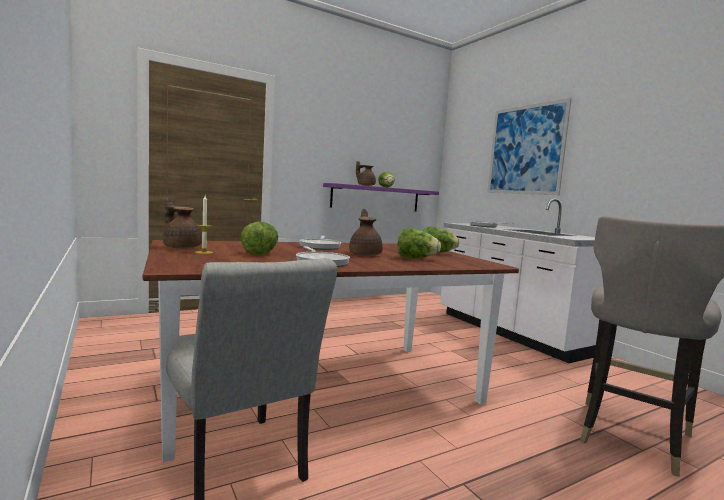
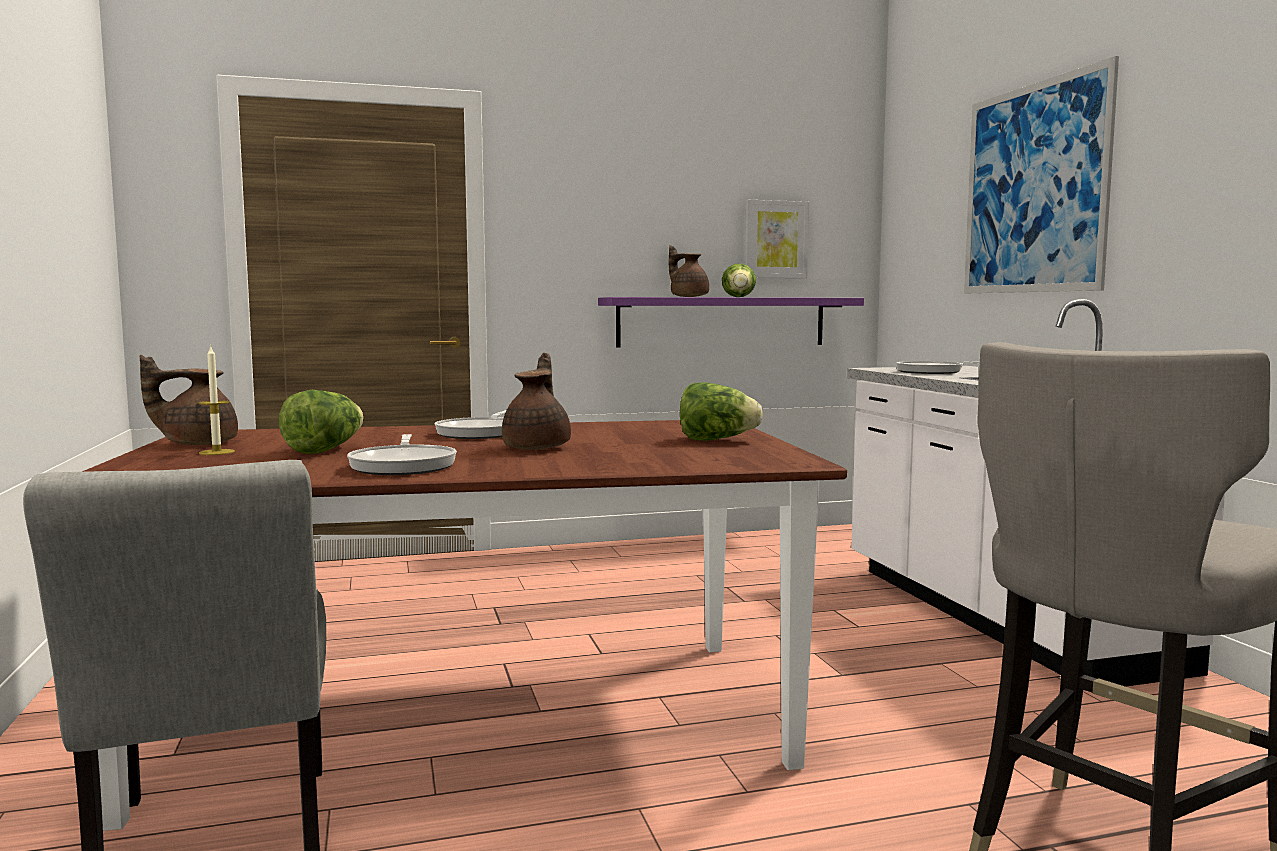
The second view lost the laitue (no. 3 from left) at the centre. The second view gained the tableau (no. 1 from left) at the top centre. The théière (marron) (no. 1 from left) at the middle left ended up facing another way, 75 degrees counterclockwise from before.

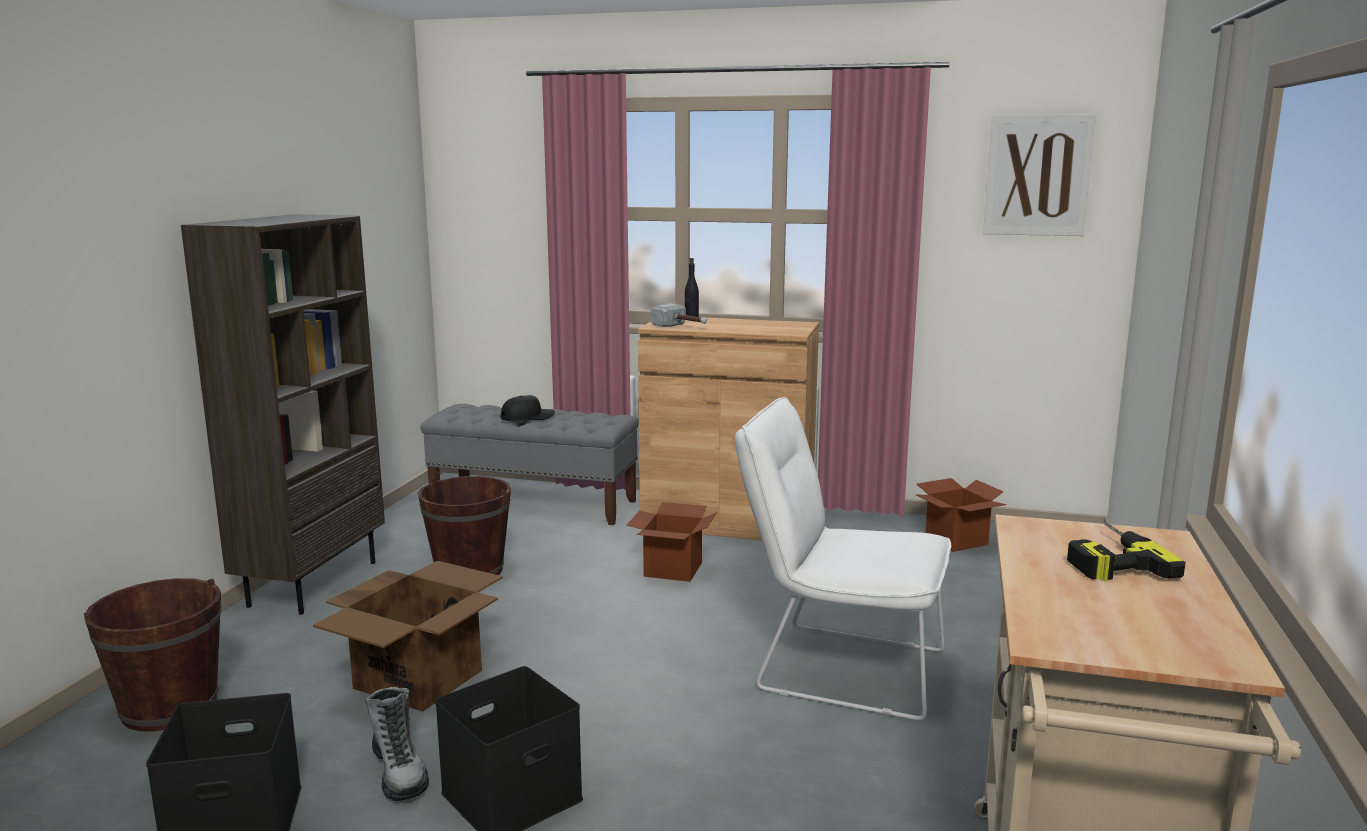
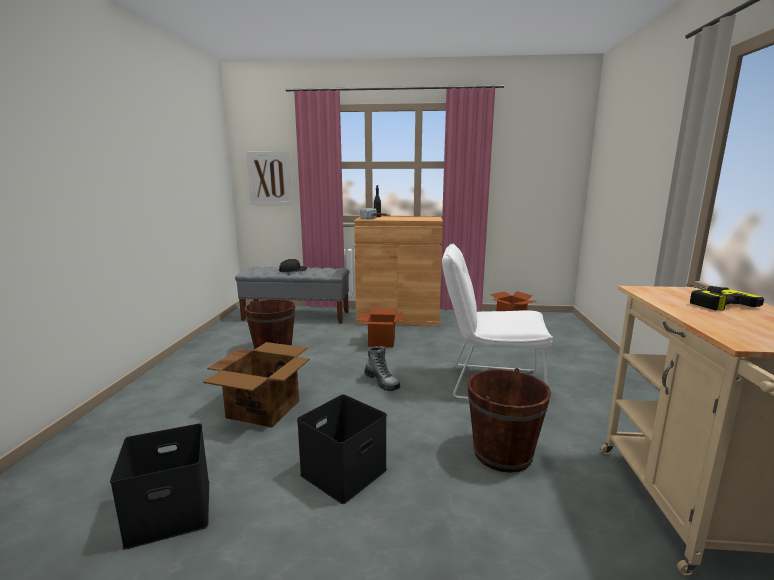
The second view lost the bibliothèque (marron) at the middle left. The seau (marron) (no. 1 from left in the first image) ended up elsewhere, having gone from the bottom left to the bottom centre. The botte ended up elsewhere, having gone from the bottom left to the centre. The tableau ended up elsewhere, having gone from the top right to the top centre.

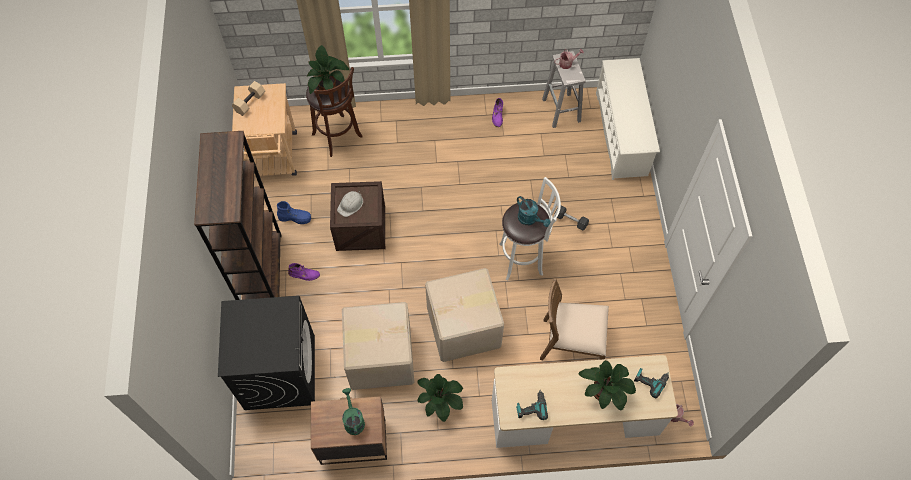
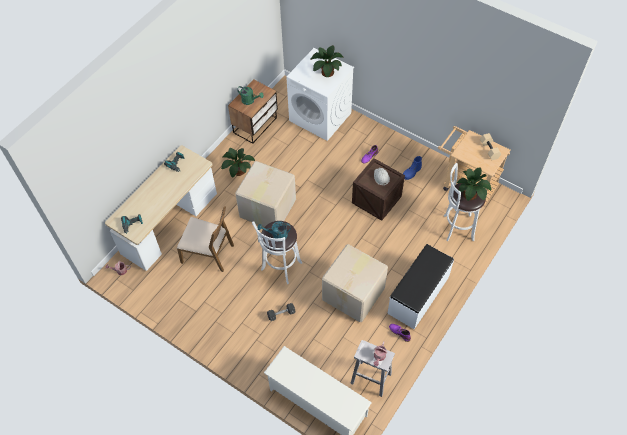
The second view lost the bibliothèque (marron) at the middle left. The second view gained the banc (blanc) at the middle right. The carton (no. 1 from left in the first image) ended up elsewhere, having gone from the bottom centre to the centre. The plante en pot (no. 3 from left in the first image) ended up elsewhere, having gone from the bottom centre to the top centre. What was the lave-linge (noir) at the bottom left turned into the lave-linge (blanc) at the top centre. What was the tabouret (marron) at the top centre turned into the tabouret (blanc) (no. 3 from left) at the middle right. The chaise (marron) at the centre ended up facing another way, 60 degrees clockwise from before.

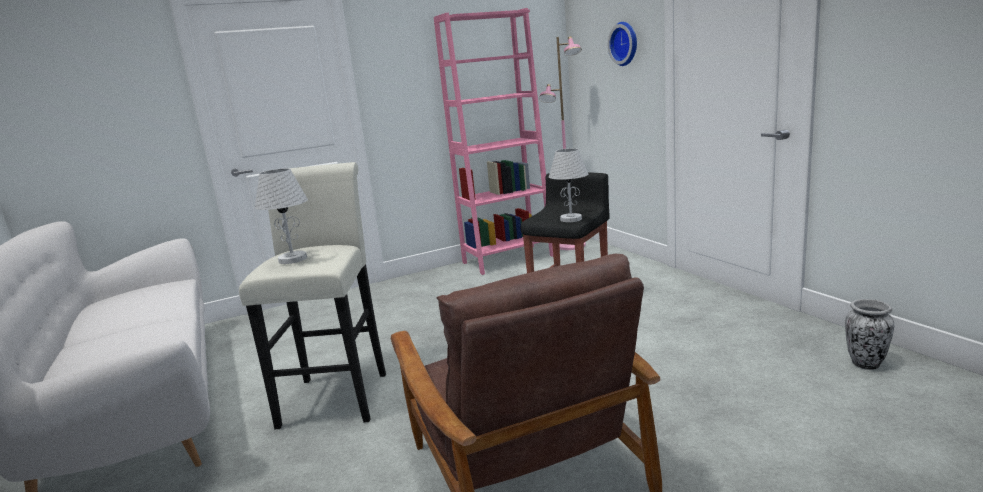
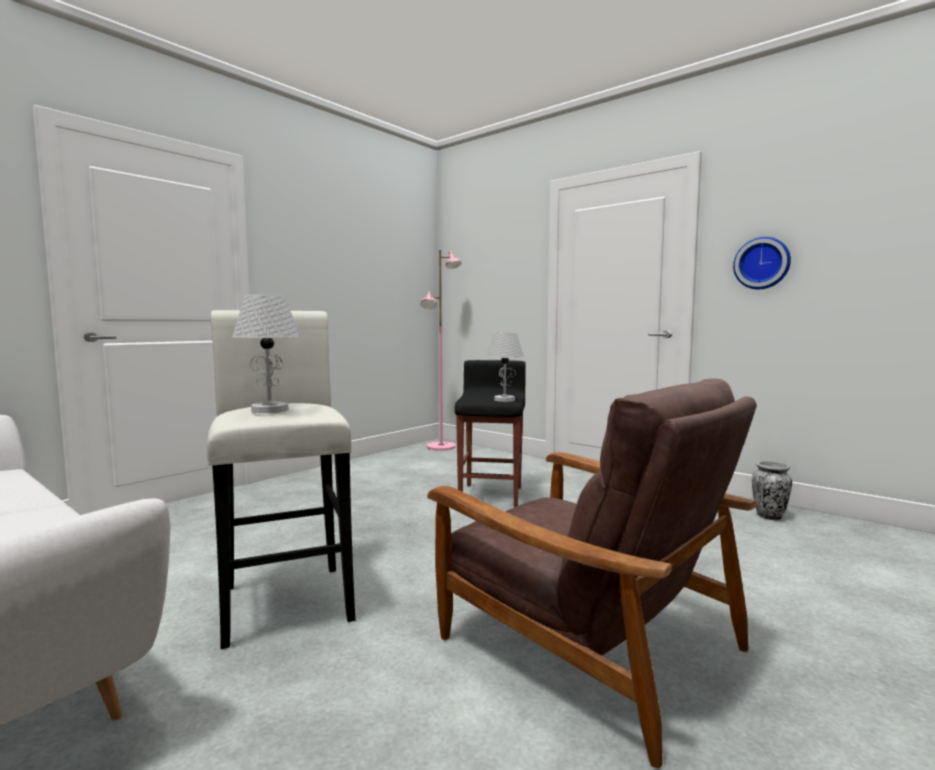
The second view lost the bibliothèque (rose) at the top centre. The horloge murale ended up elsewhere, having gone from the top centre to the middle right.

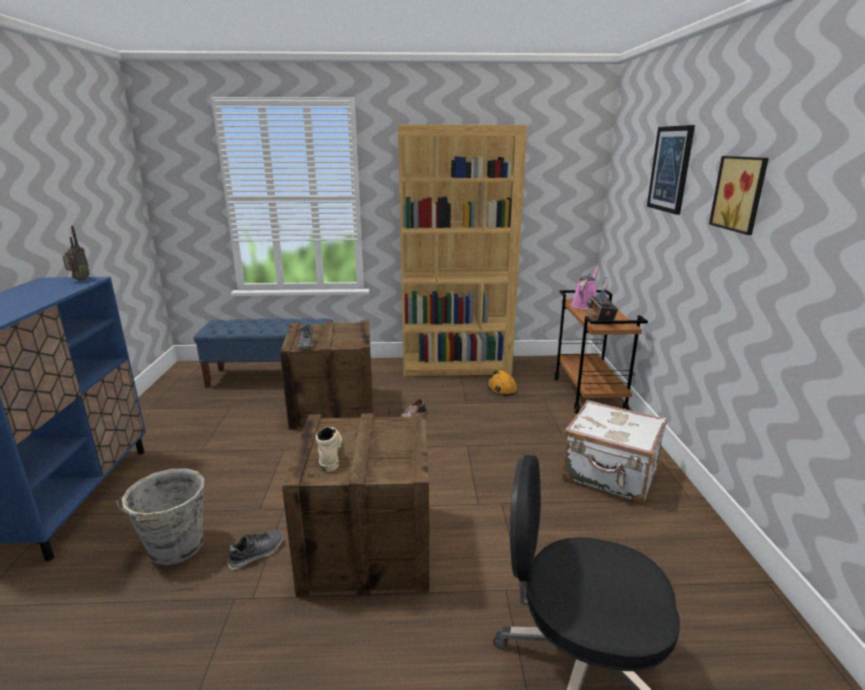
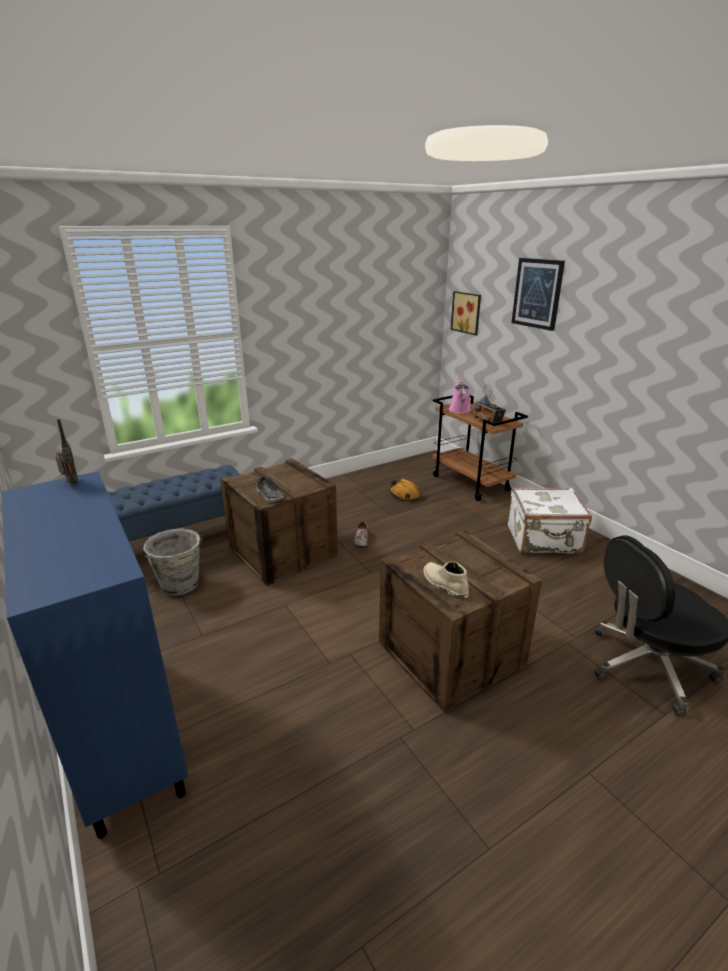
The second view lost the chaussure (no. 1 from left) at the bottom left. The second view lost the bibliothèque (marron) at the centre. The seau (gris) ended up elsewhere, having gone from the bottom left to the middle left. The tableau (no. 2 from left in the first image) ended up elsewhere, having gone from the top right to the top centre.

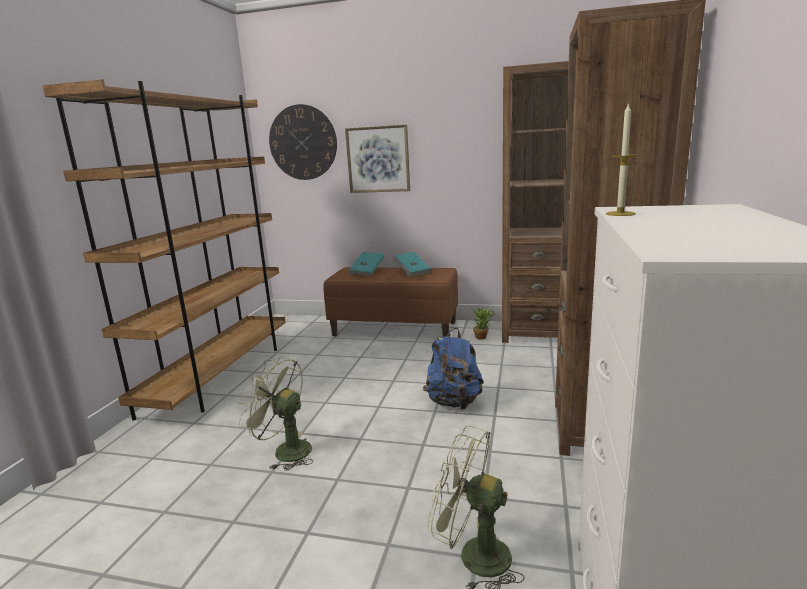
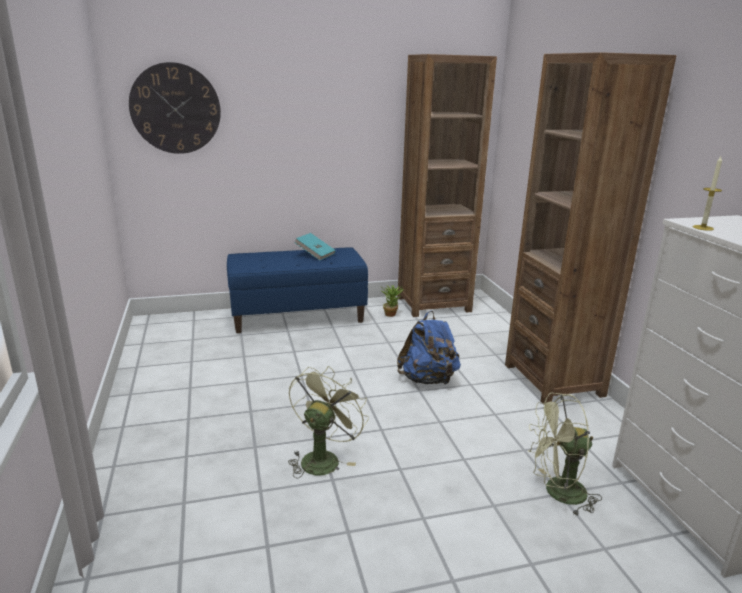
The second view lost the bibliothèque (marron) (no. 1 from left) at the middle left. The second view lost the tableau at the top centre. The second view lost the livre (turquoise) (no. 1 from left) at the centre. What was the banc (marron) at the centre turned into the banc (bleu) at the centre. The ventilateur (vert) (no. 1 from left) at the bottom centre ended up facing another way, 120 degrees clockwise from before.

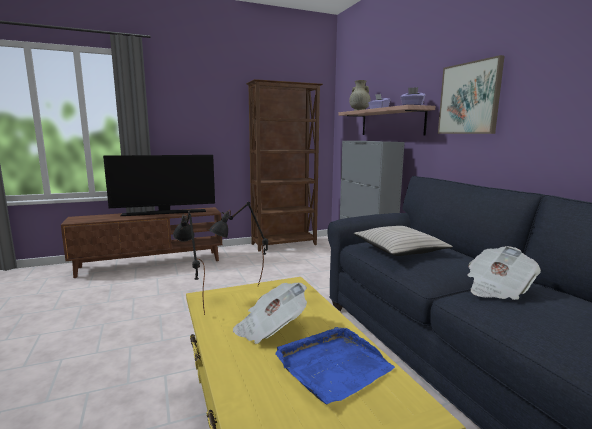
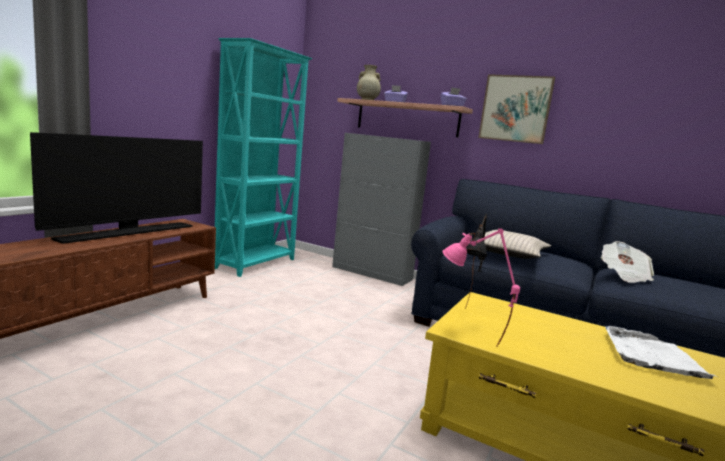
The second view lost the journal (no. 1 from left) at the bottom centre. What was the lampe de table (noir) (no. 1 from left) at the middle left turned into the lampe de table (rose) at the centre. What was the bibliothèque (marron) at the centre turned into the bibliothèque (turquoise) at the centre. What was the plateau (bleu) at the bottom centre turned into the plateau (blanc) at the bottom right.

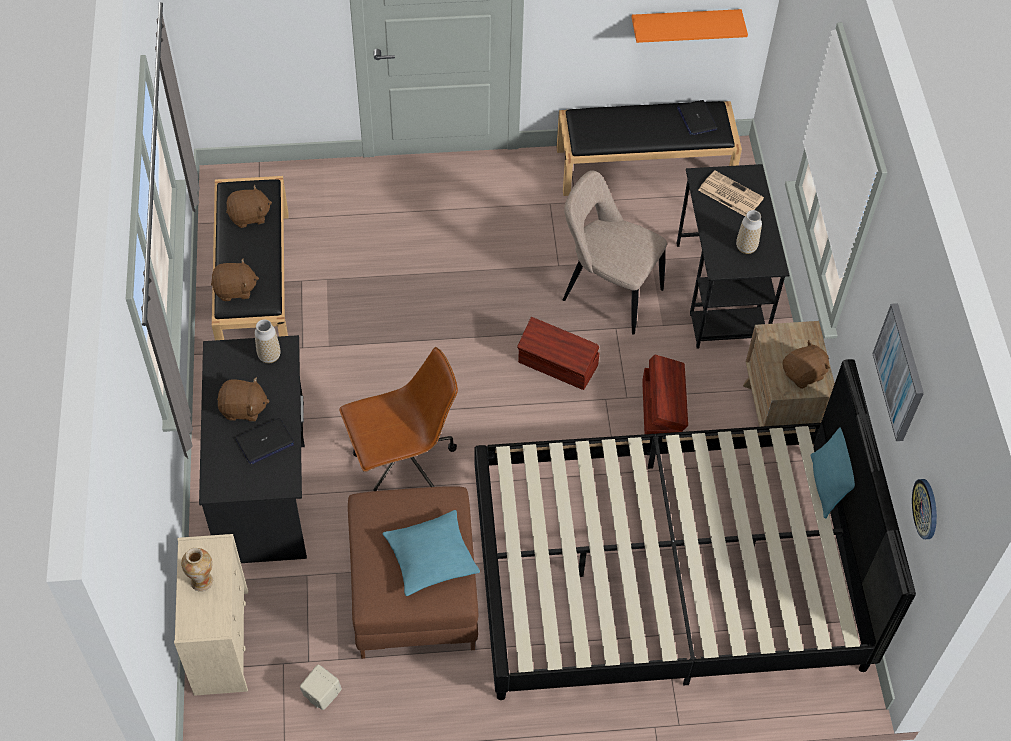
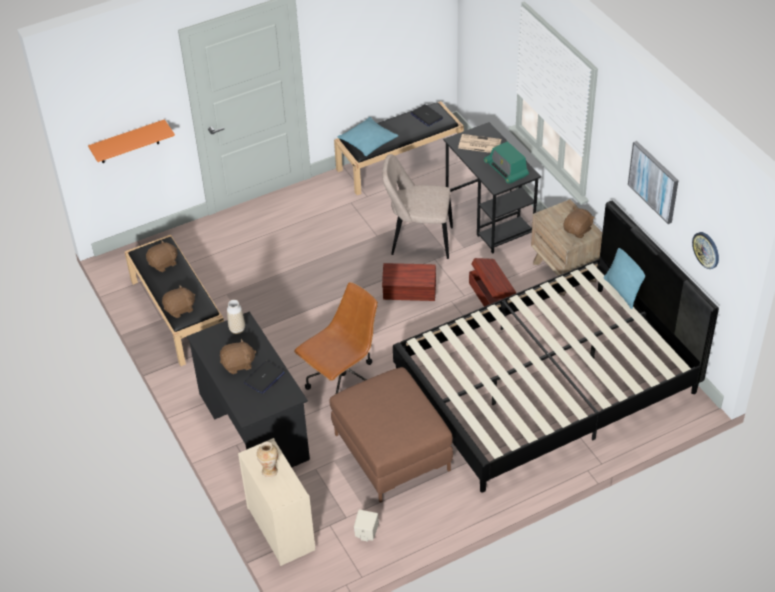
The coussin (turquoise) (no. 1 from left) ended up elsewhere, having gone from the bottom centre to the top centre. The étagère (orange) ended up elsewhere, having gone from the top right to the top left. Where the vase (no. 3 from left) stood at the top right, the radio came to stand at the top centre.

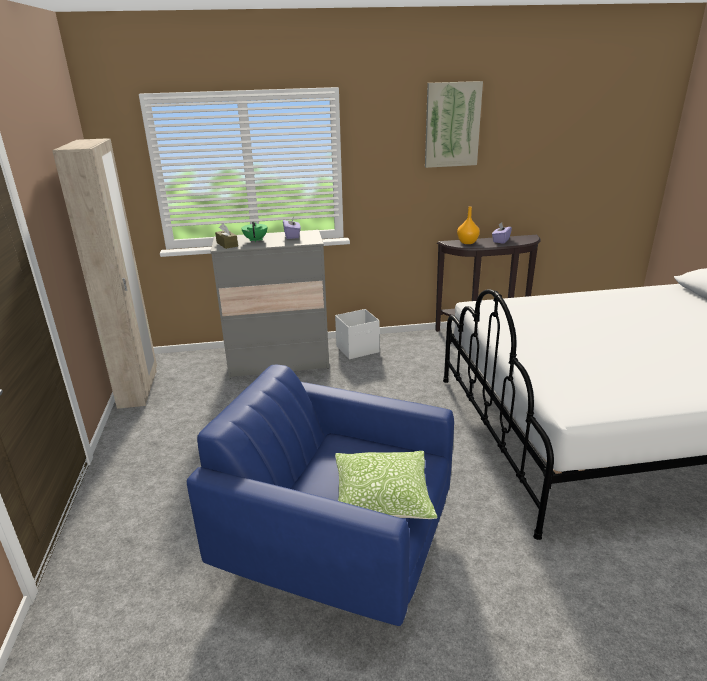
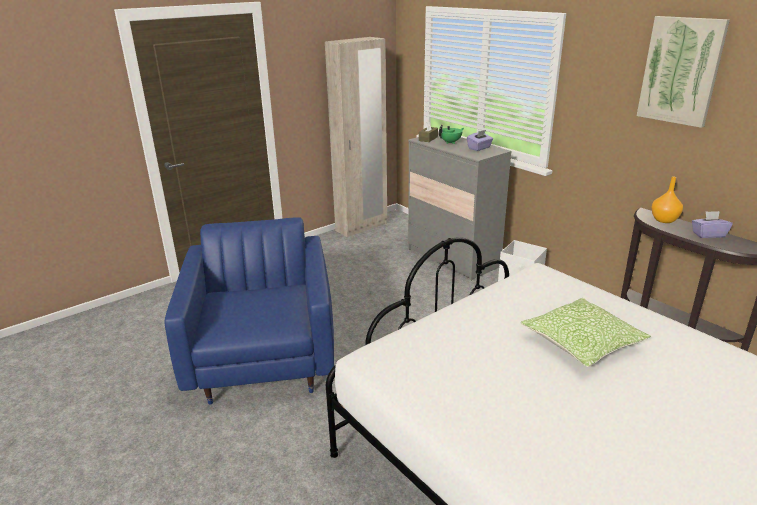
The coussin ended up elsewhere, having gone from the bottom centre to the middle right.

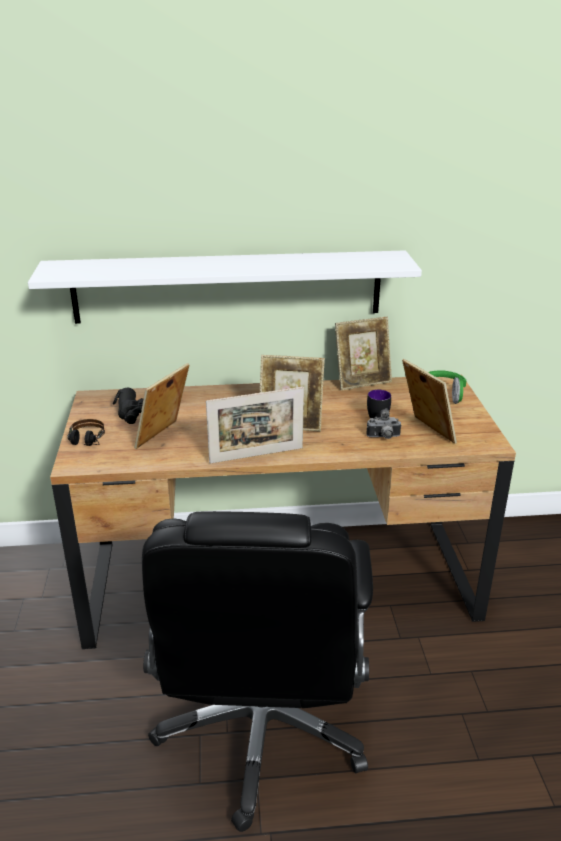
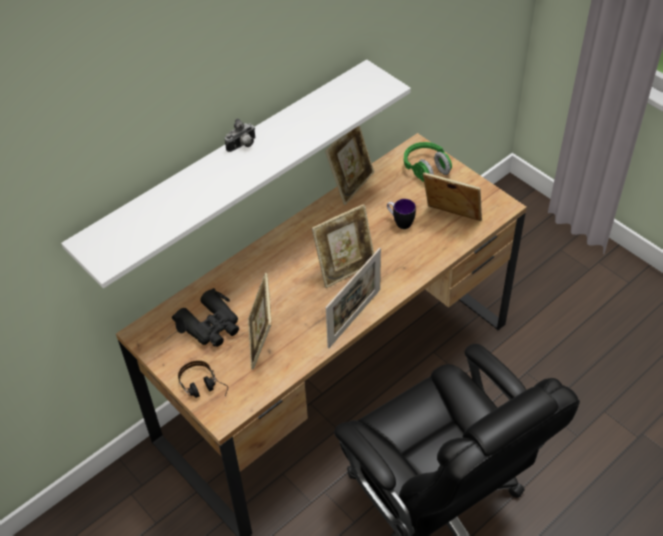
The appareil photo ended up elsewhere, having gone from the middle right to the top centre.

